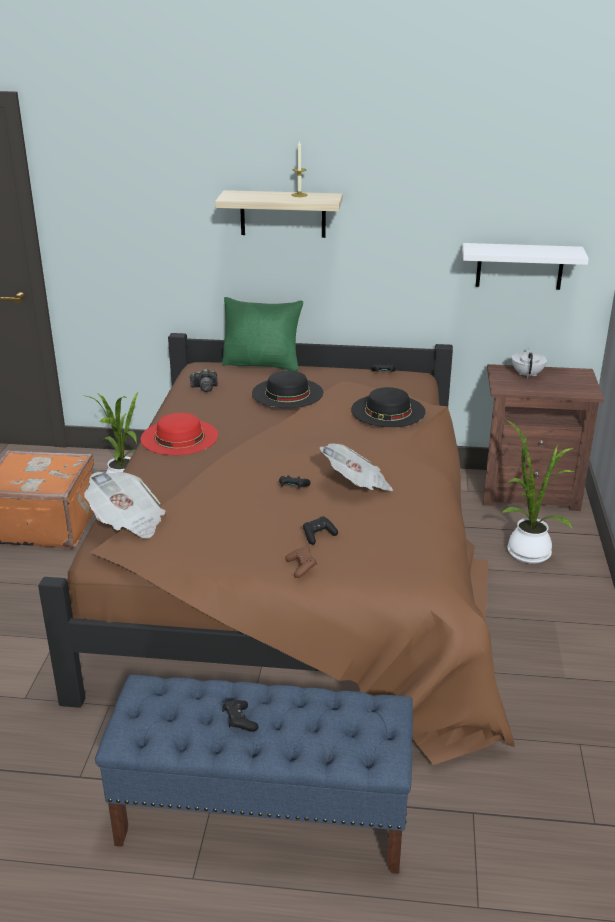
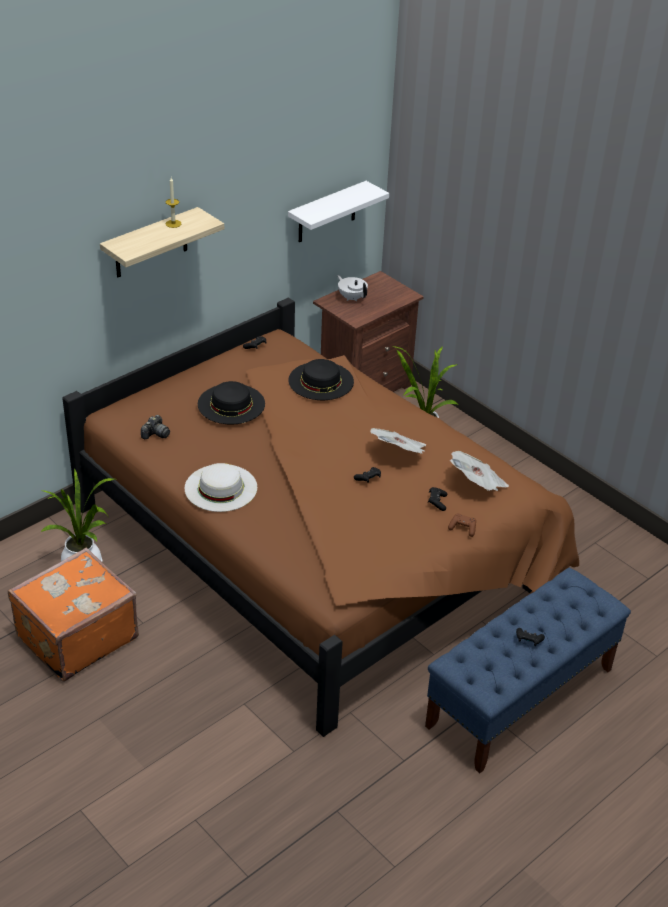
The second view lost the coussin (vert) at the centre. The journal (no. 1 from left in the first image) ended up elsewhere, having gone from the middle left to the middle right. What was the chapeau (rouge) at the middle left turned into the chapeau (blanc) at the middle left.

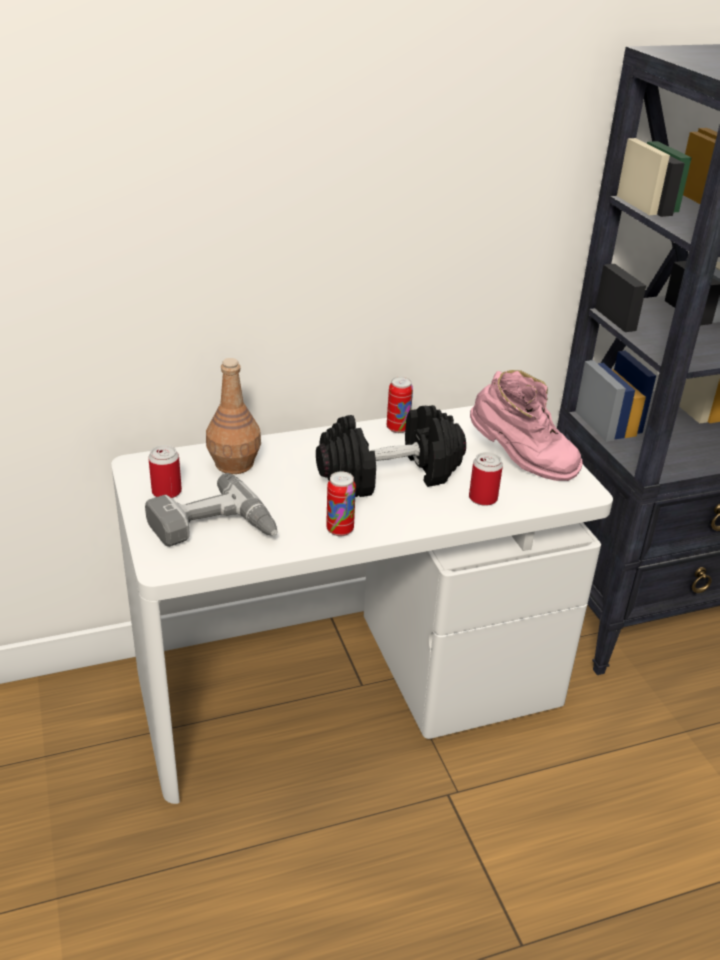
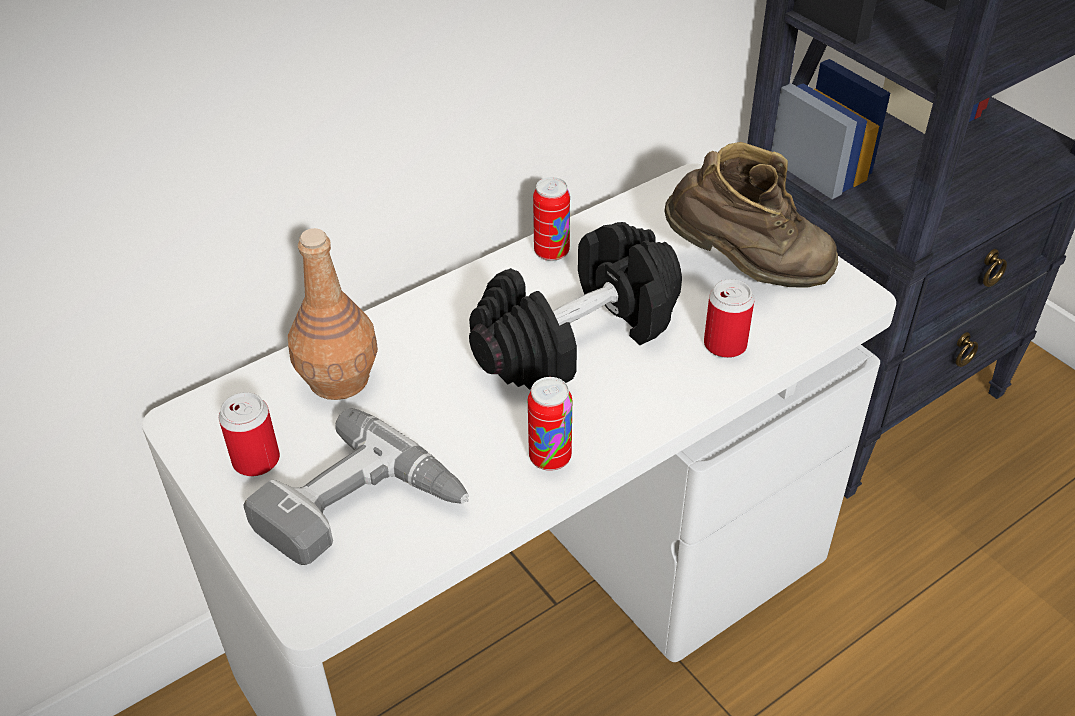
What was the botte (rose) at the middle right turned into the botte (marron) at the top right.

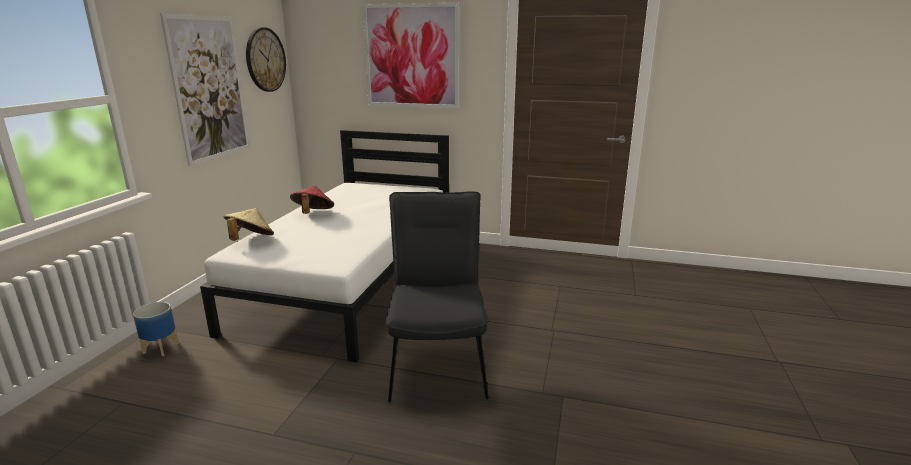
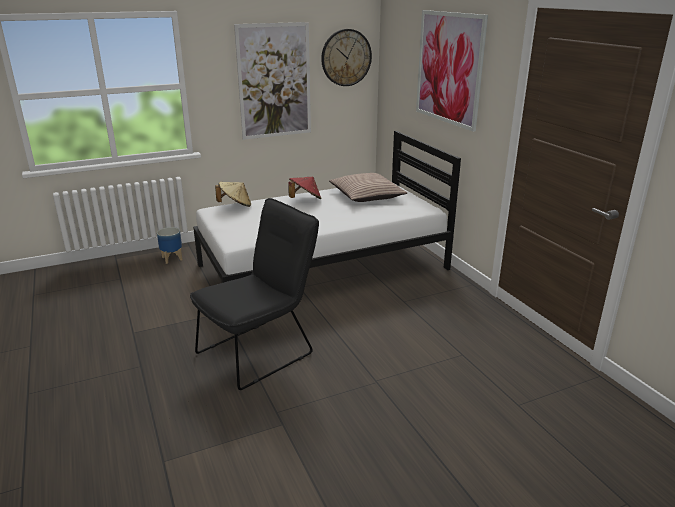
The second view gained the coussin at the centre.

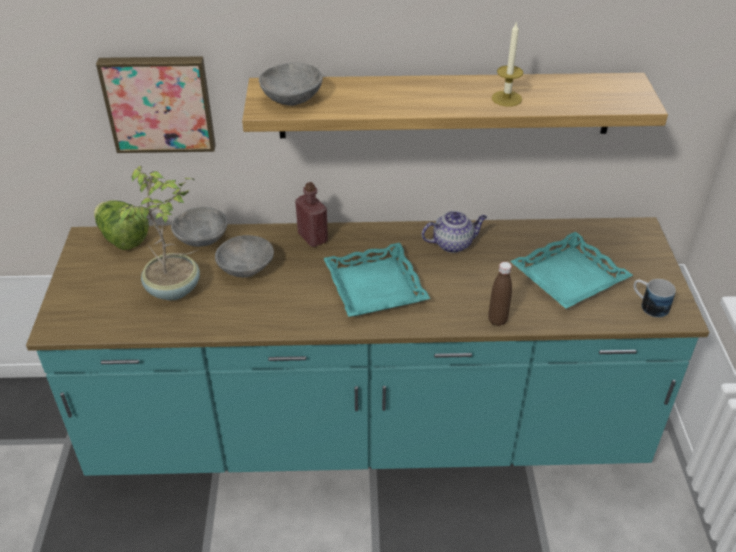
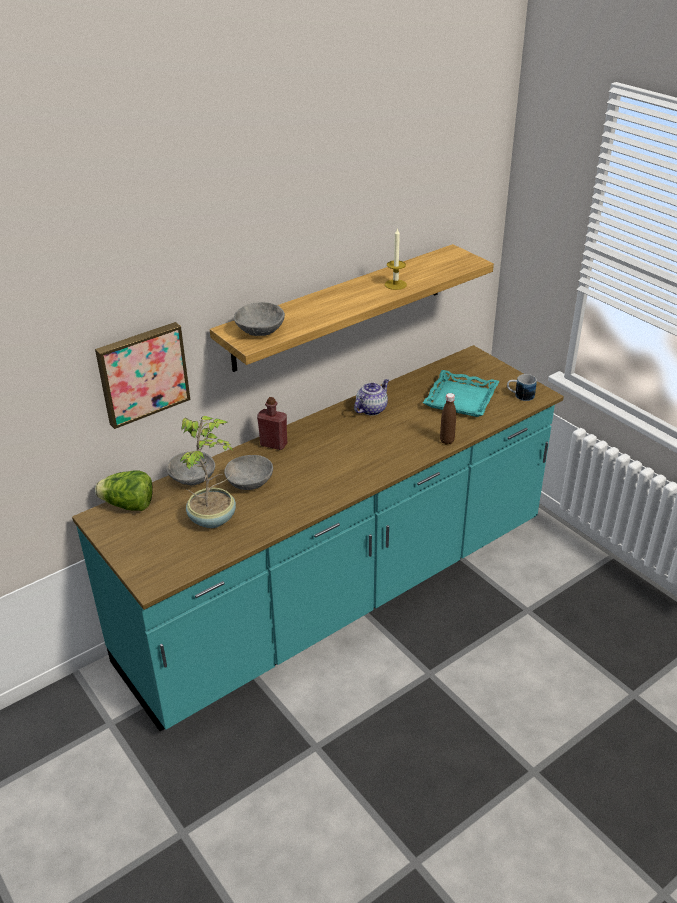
The second view lost the plateau (turquoise) (no. 1 from left) at the centre.

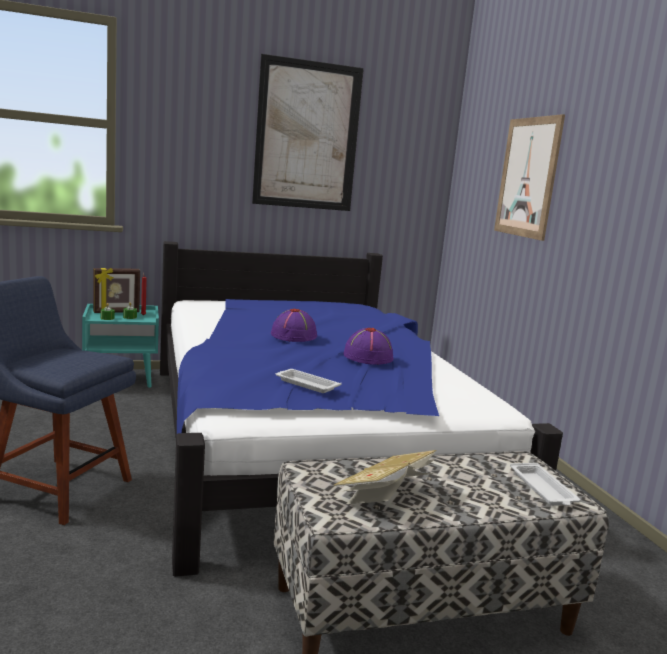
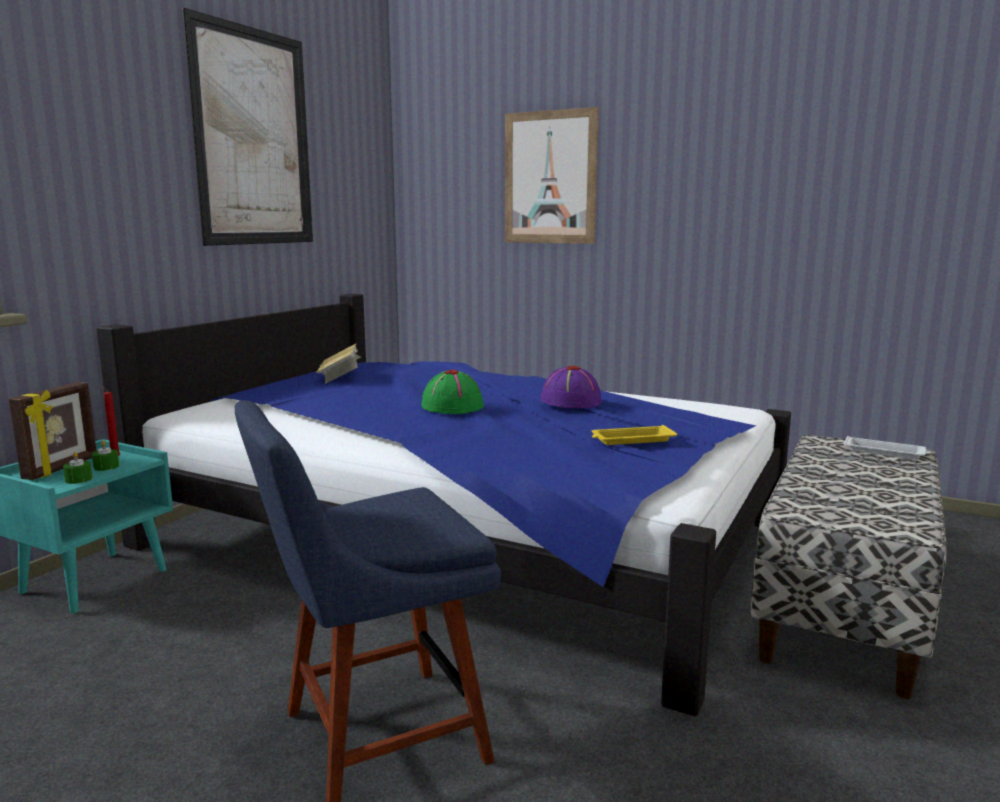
The livre ended up elsewhere, having gone from the bottom centre to the centre. What was the chapeau (violet) (no. 1 from left) at the centre turned into the chapeau (vert) at the centre. What was the plateau (blanc) (no. 1 from left) at the centre turned into the plateau (jaune) at the centre.

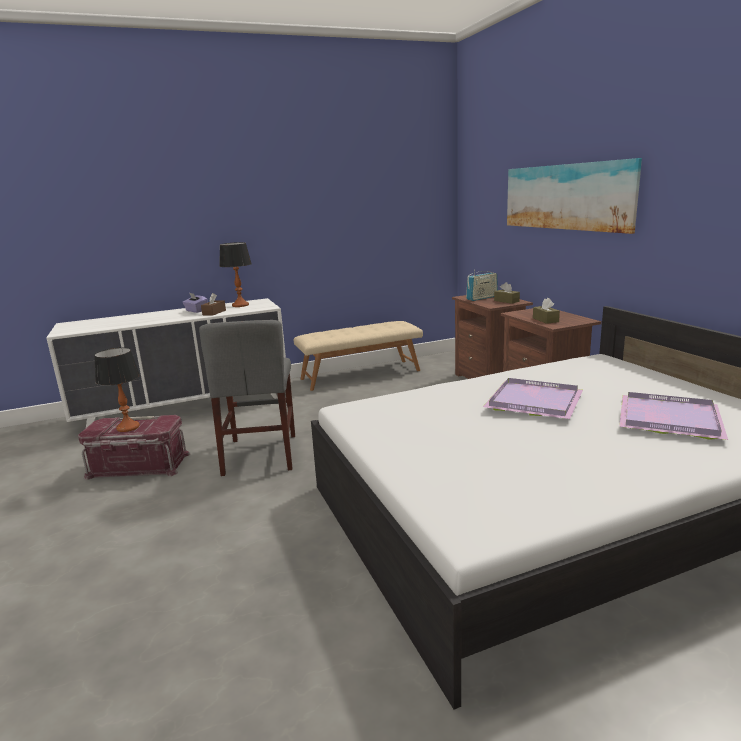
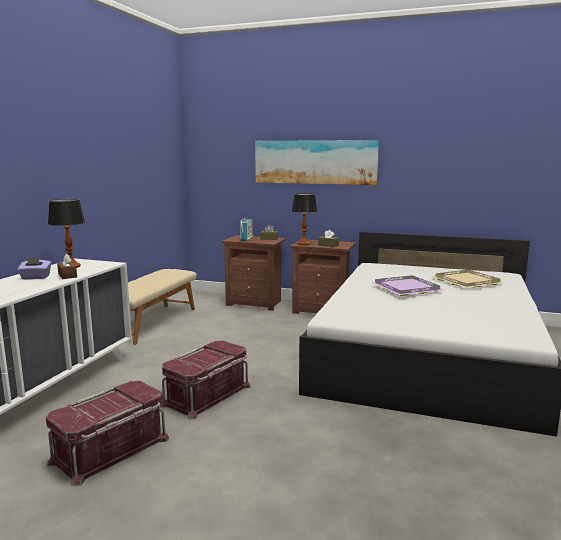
The lampe de table (no. 1 from left in the first image) ended up elsewhere, having gone from the middle left to the centre. Where the chaise (gris) stood at the centre, the boîte de rangement (rouge) (no. 2 from left) came to stand at the bottom centre. What was the plateau (violet) (no. 2 from left) at the middle right turned into the plateau (beige) at the middle right.

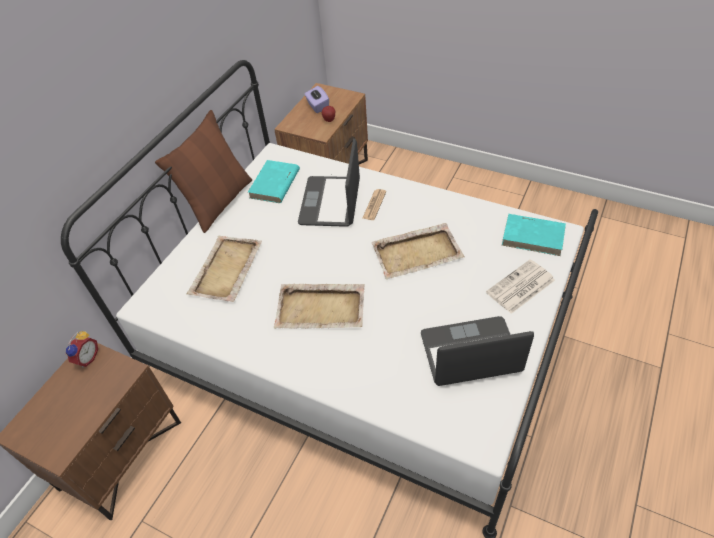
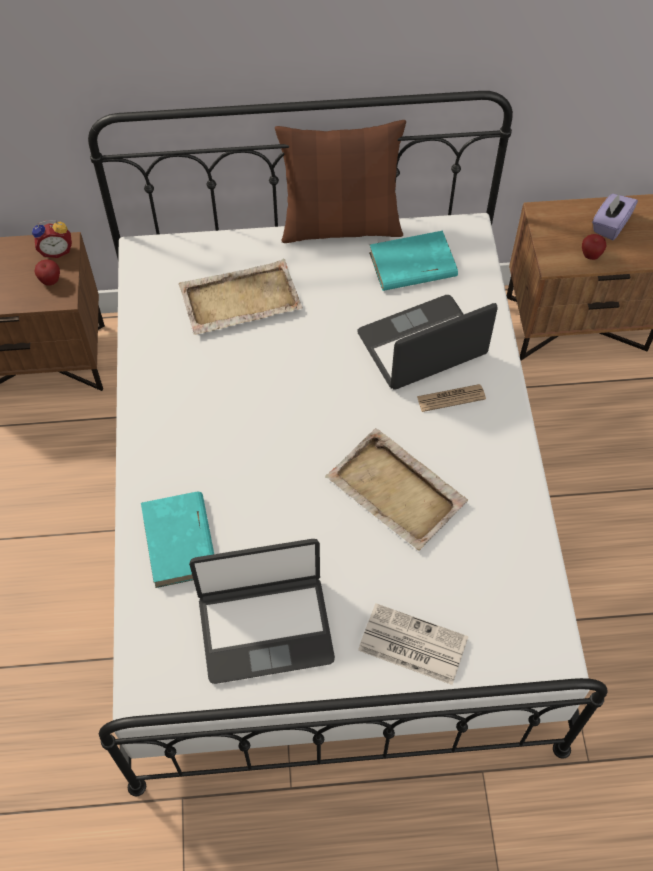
The second view lost the plateau (beige) (no. 2 from left) at the centre. The second view gained the pomme (no. 1 from left) at the top left. The livre (turquoise) (no. 2 from left in the first image) ended up elsewhere, having gone from the middle right to the middle left. The ordinateur portable (no. 2 from left in the first image) at the middle right ended up facing another way, 120 degrees clockwise from before.

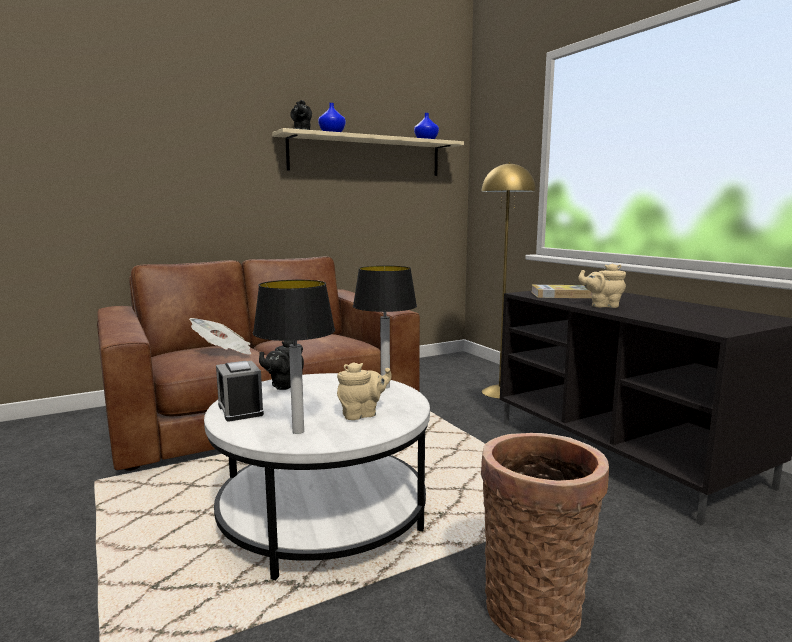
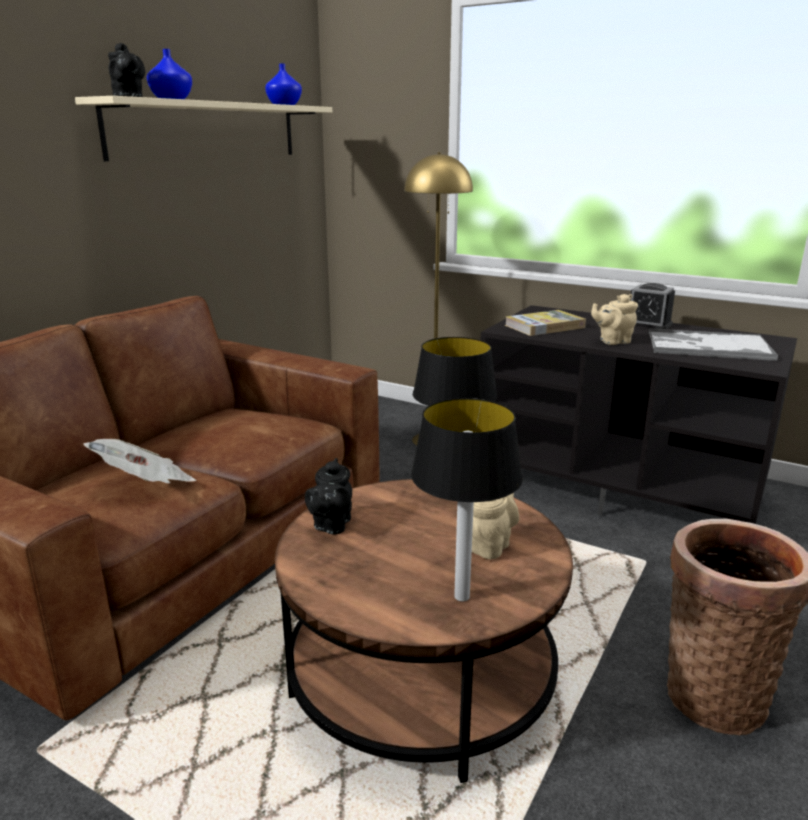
The second view gained the plateau at the middle right. The réveil ended up elsewhere, having gone from the middle left to the middle right. What was the table basse (blanc) at the bottom centre turned into the table basse (marron) at the bottom centre.

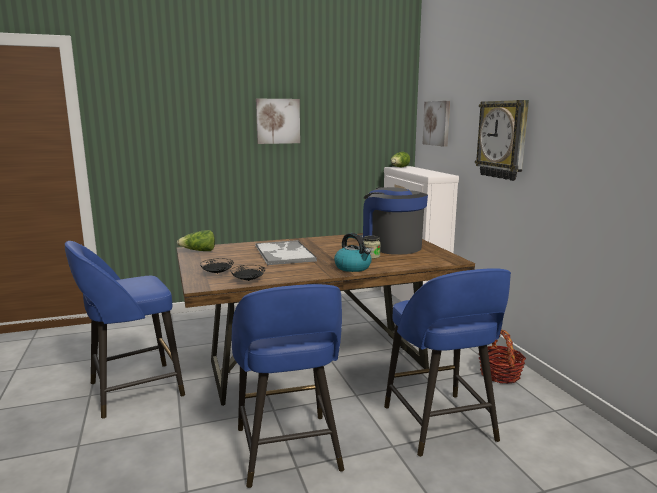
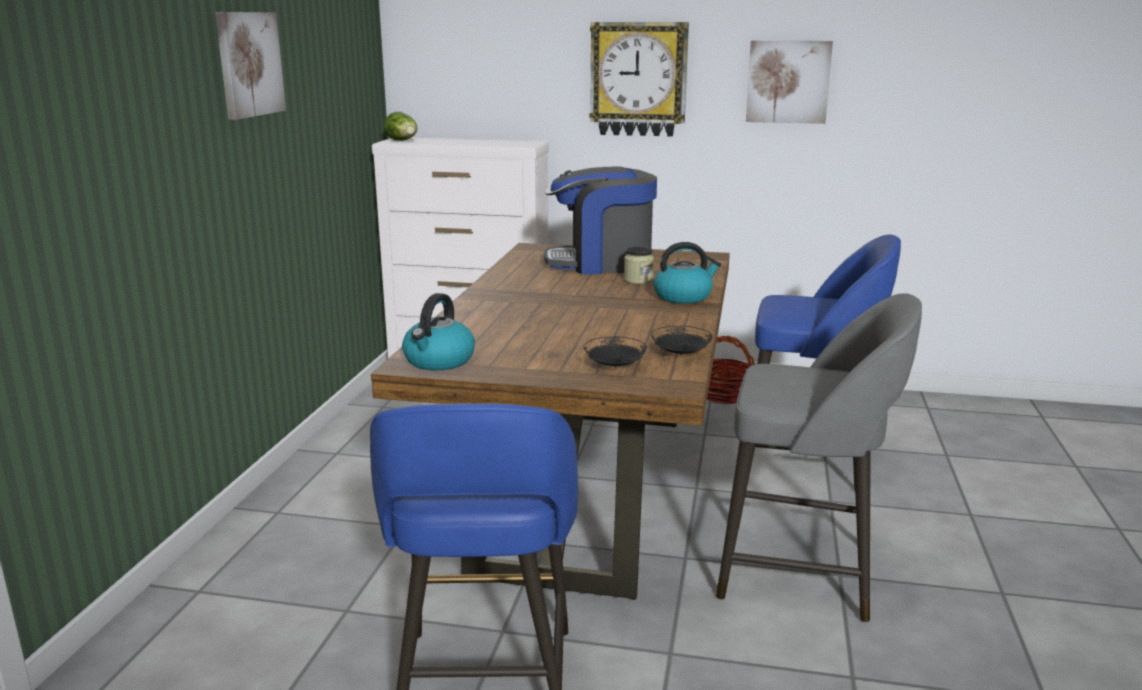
The second view lost the plateau at the centre. The tableau (no. 2 from left) ended up elsewhere, having gone from the top centre to the top right. Where the laitue (no. 1 from left) stood at the middle left, the bouilloire (no. 1 from left) came to stand at the centre. What was the tabouret (bleu) (no. 2 from left) at the bottom centre turned into the tabouret (gris) at the middle right.

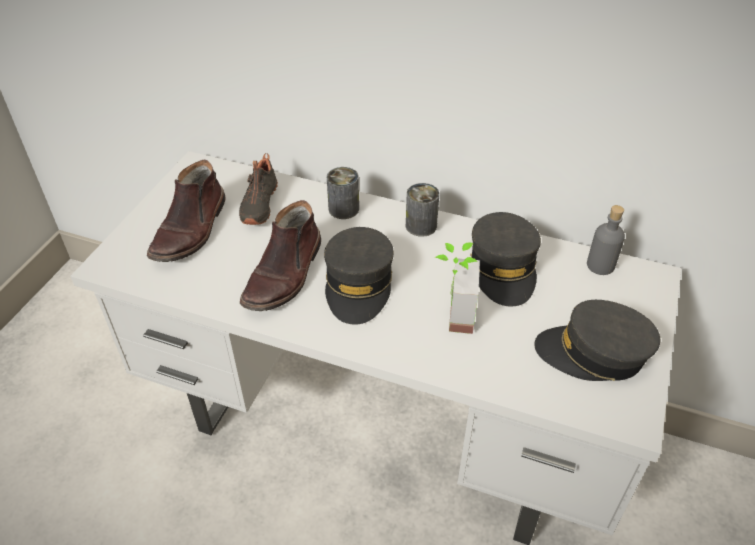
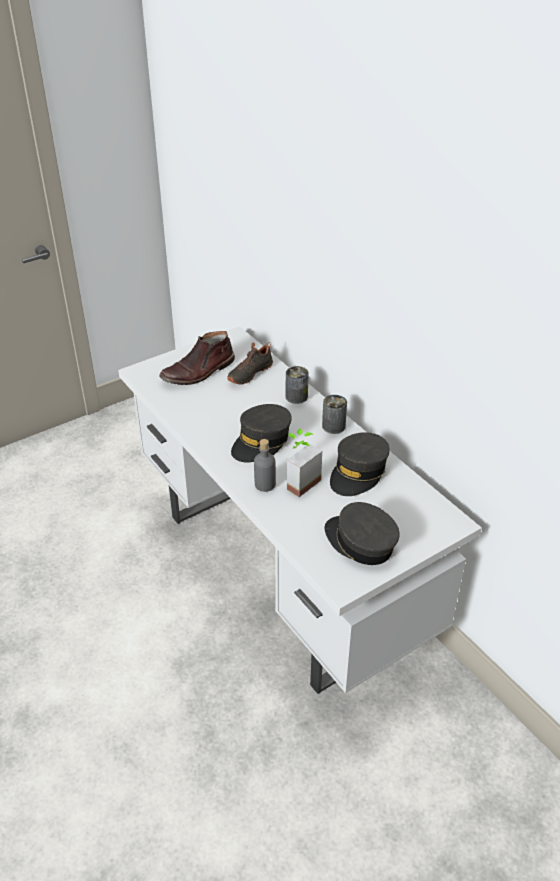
The second view lost the botte (marron) (no. 2 from left) at the centre. The bouteille (gris) ended up elsewhere, having gone from the middle right to the centre.

